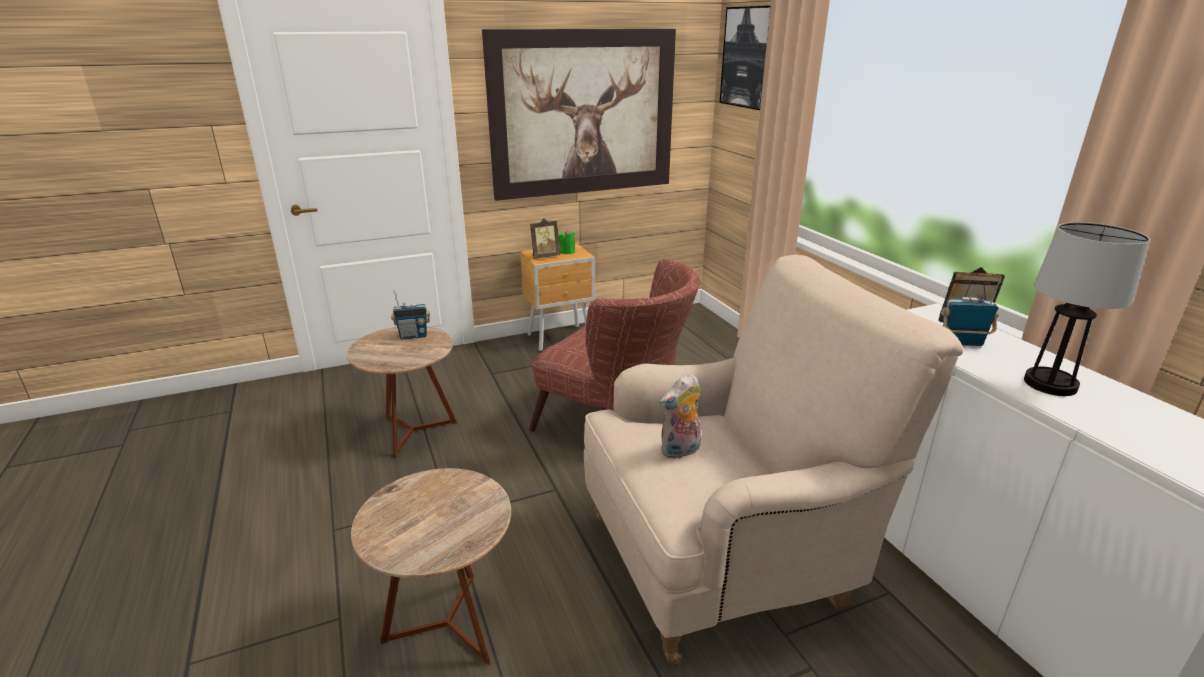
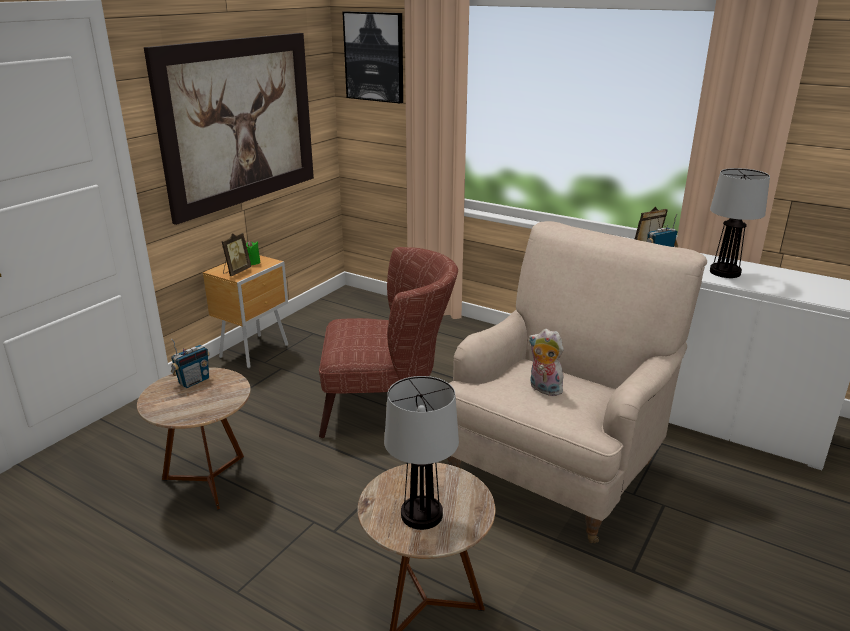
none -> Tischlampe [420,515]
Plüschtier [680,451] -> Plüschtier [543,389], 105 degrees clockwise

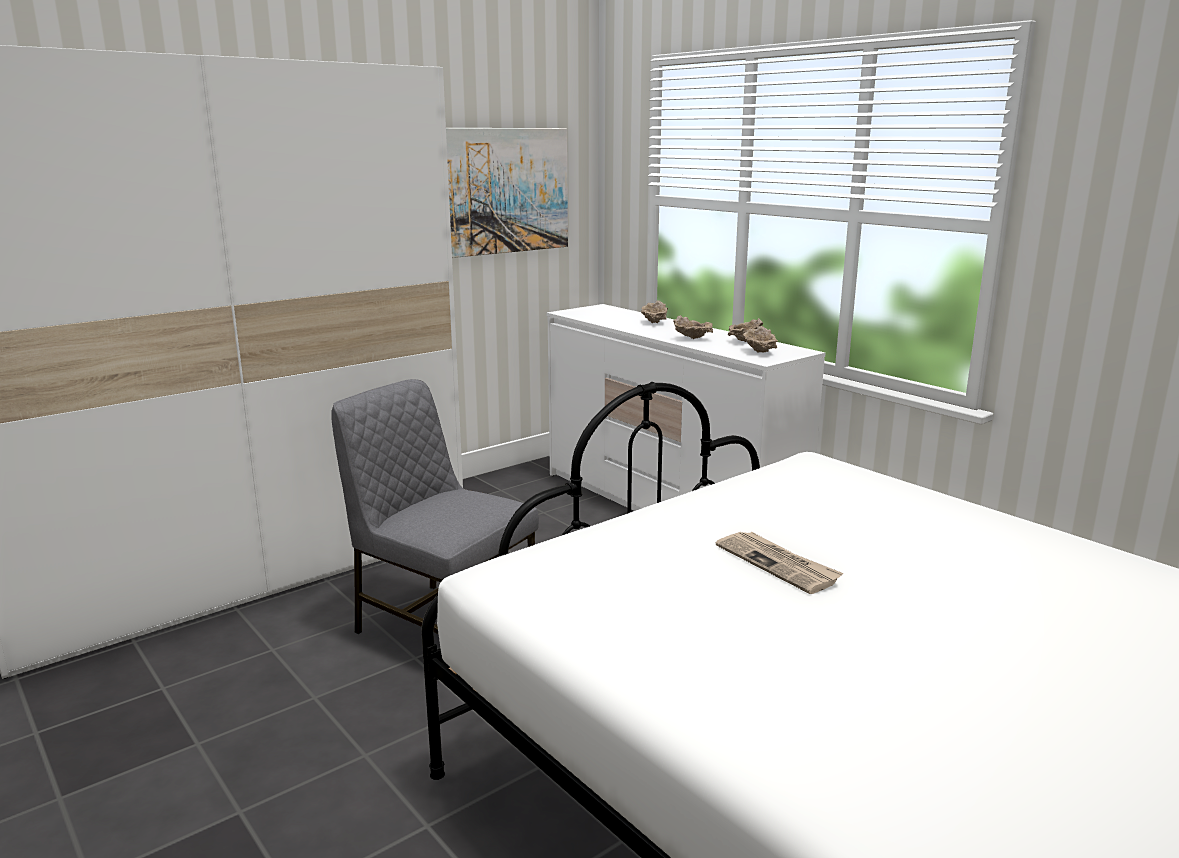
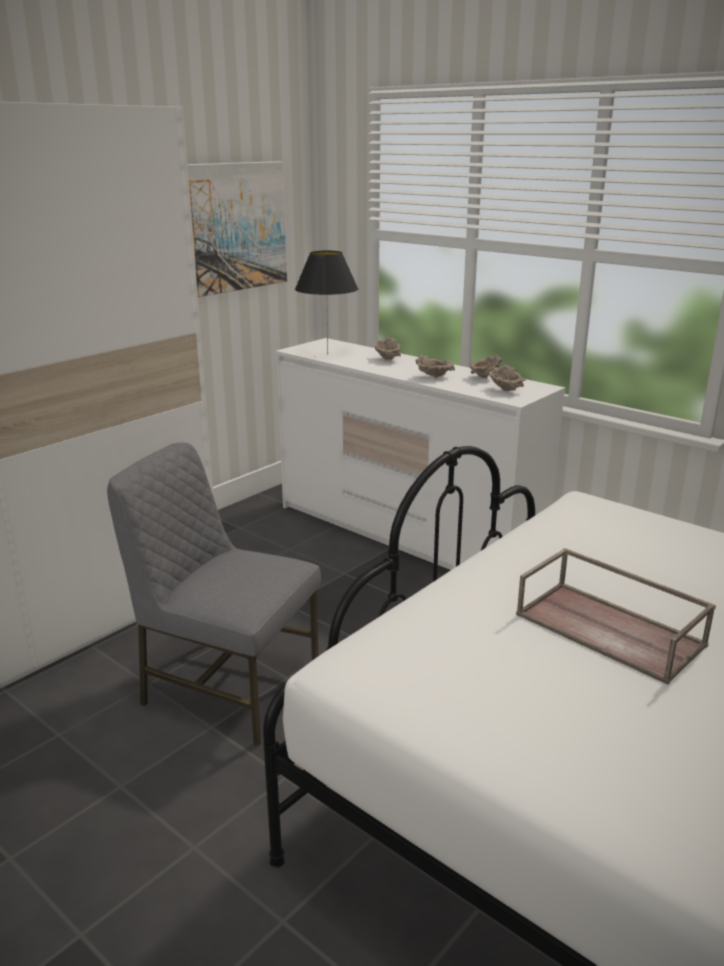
none -> Tischlampe [schwarz] [327,354]
Zeitung [778,564] -> Tablett [braun] [611,630]

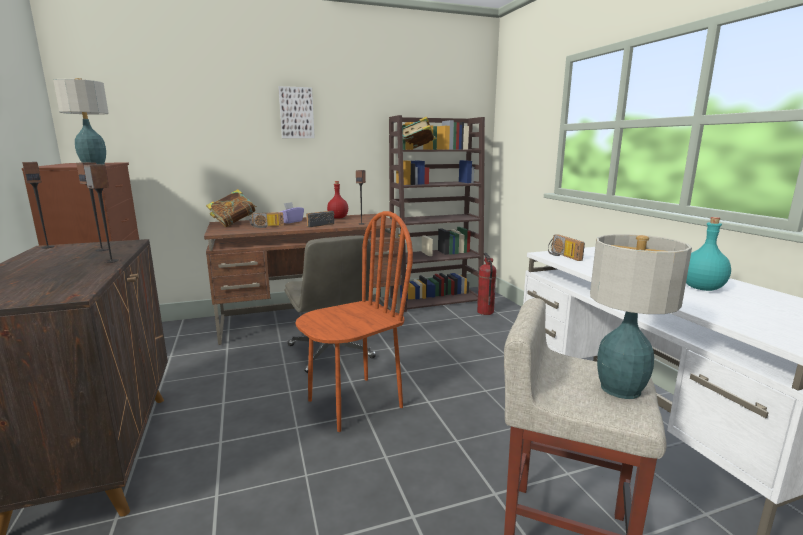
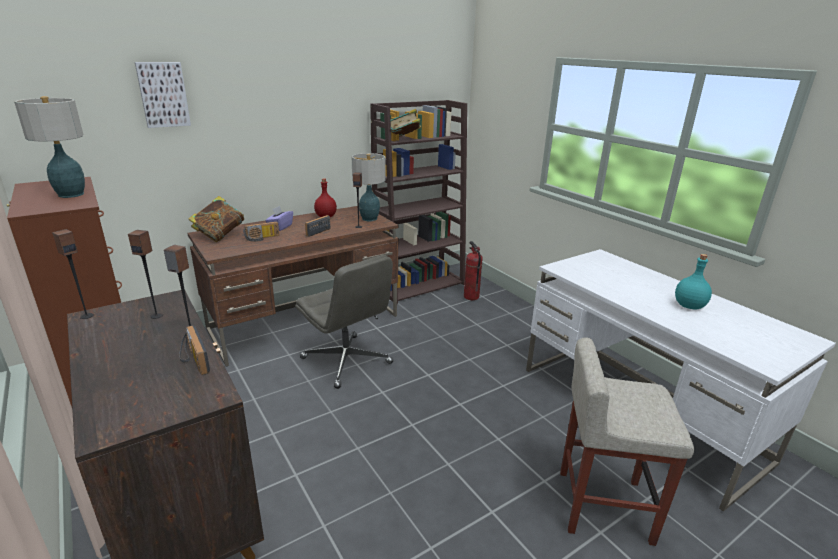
Bild [296,113] -> Bild [163,94], relocated
Radio [562,256] -> Radio [193,360], relocated
Tischlampe [619,388] -> Tischlampe [369,218], relocated
Stuhl [braun] [354,403] -> none

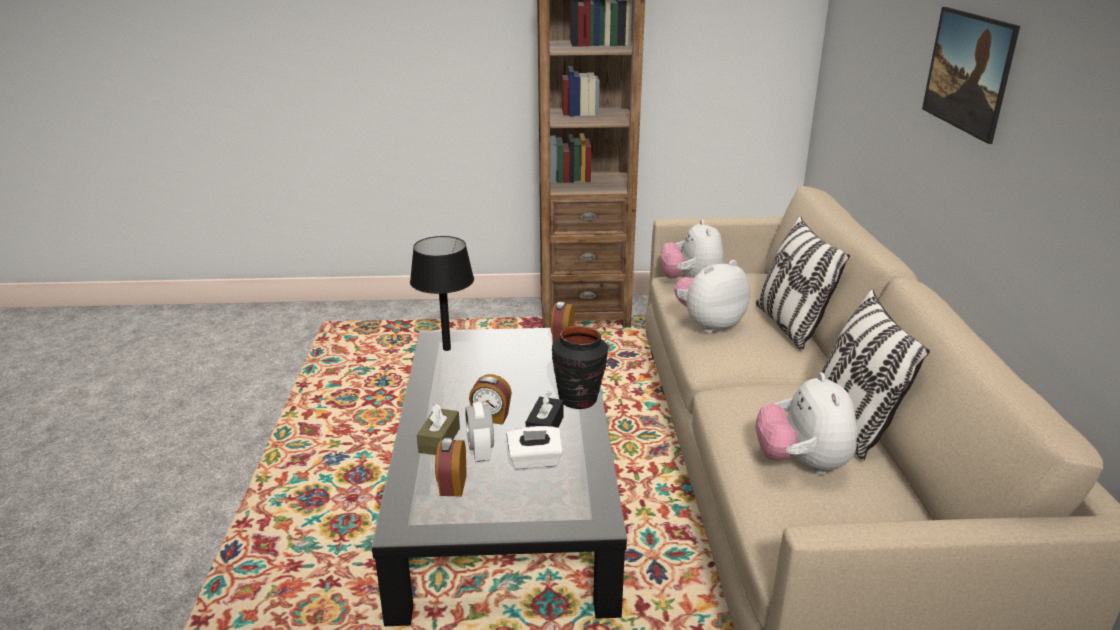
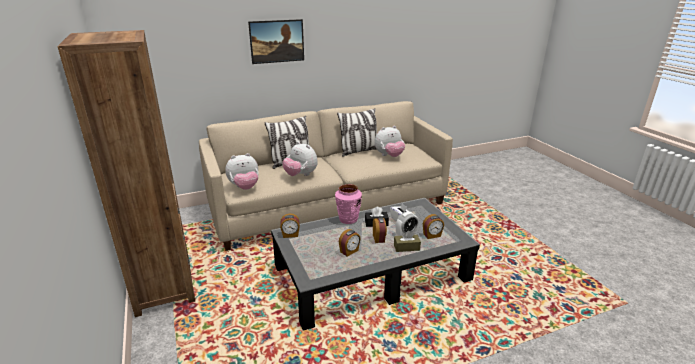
Vase [schwarz] [578,399] -> Vase [rosa] [348,219]
none -> Wecker [349,251]
Tischlampe [schwarz] [446,349] -> none

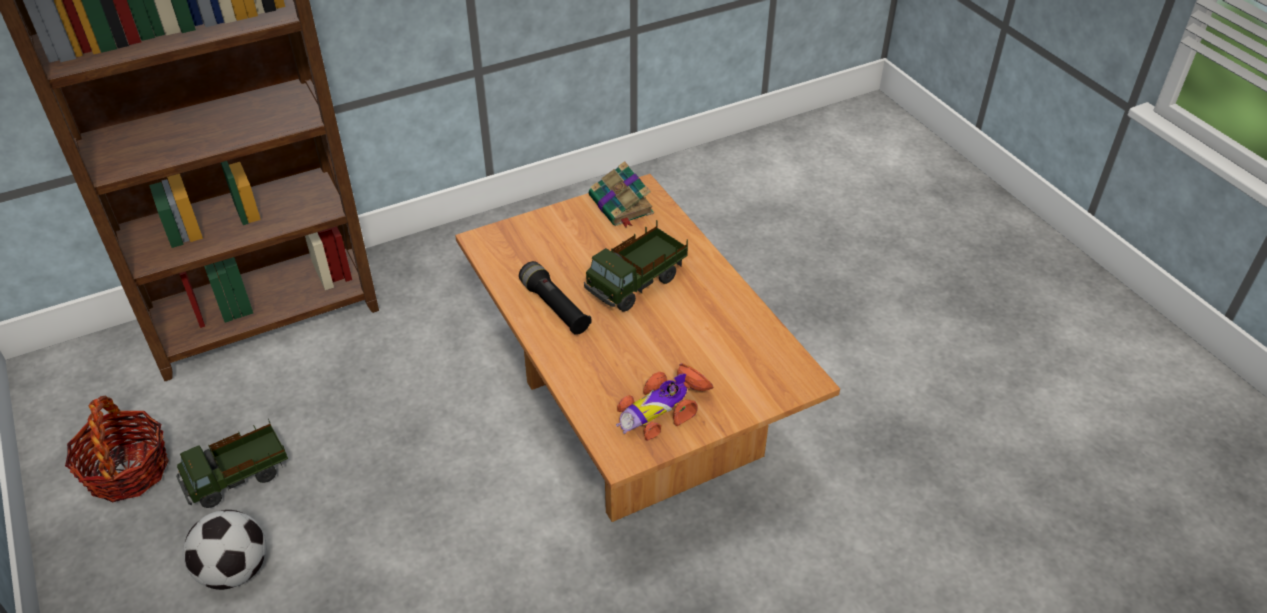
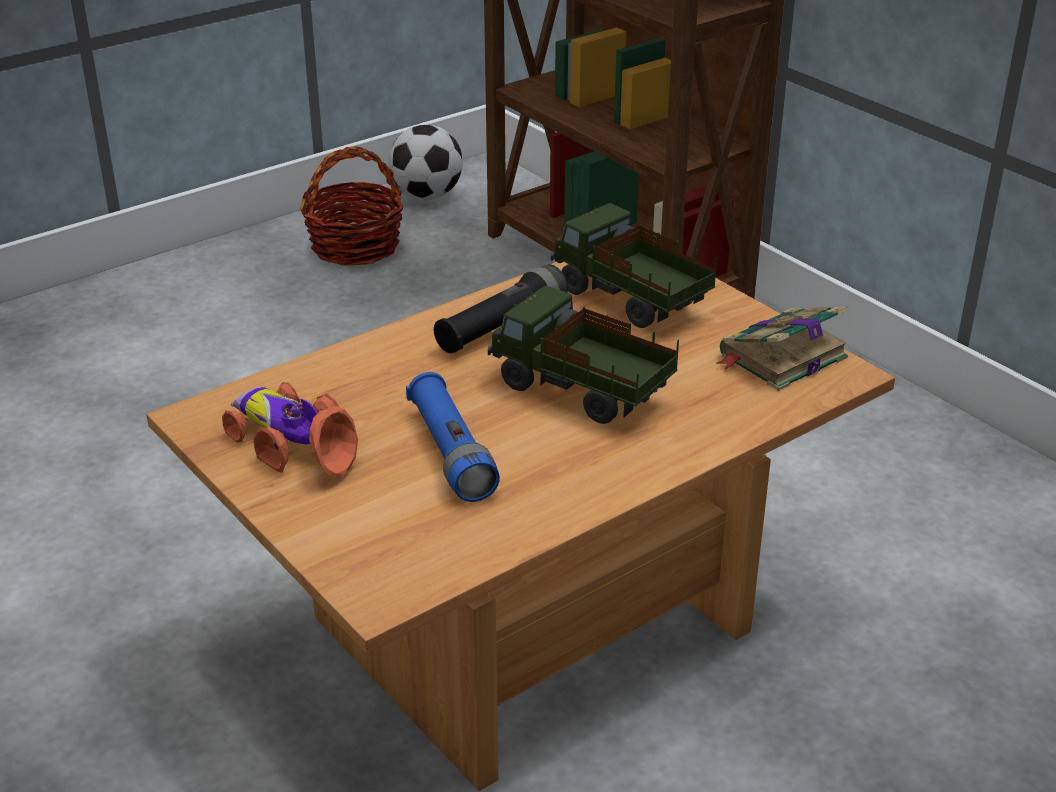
Fußball [234,570] -> Fußball [427,195], relocated
none -> Taschenlampe [blau] [451,453]
Spielzeuglaster [239,479] -> Spielzeuglaster [629,301], relocated

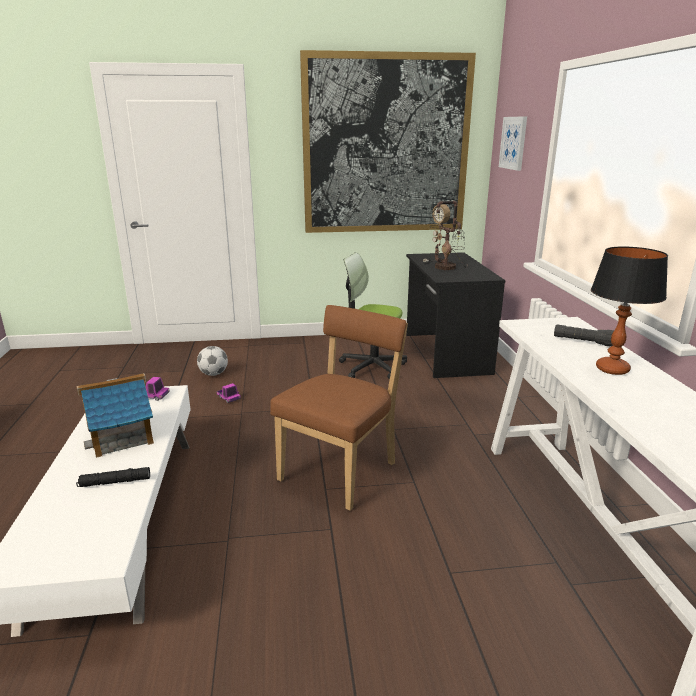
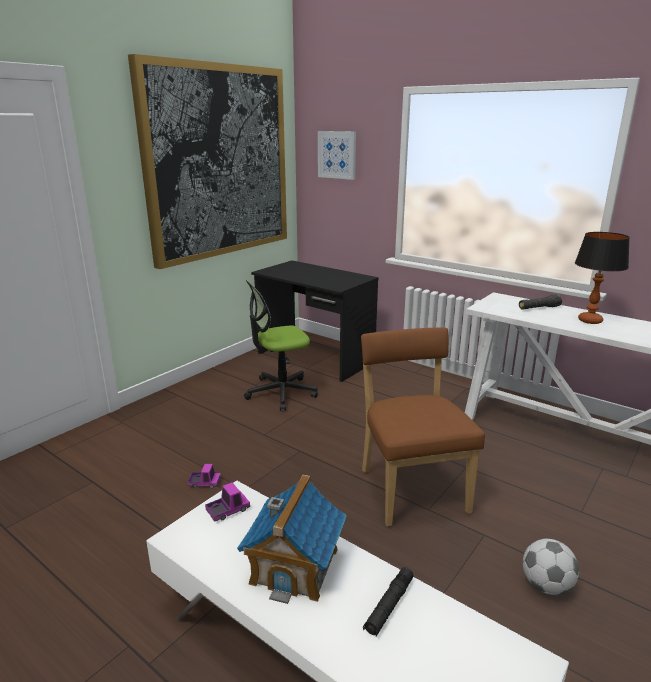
Fußball [213,374] -> Fußball [546,586], relocated
Tischlampe [445,268] -> none

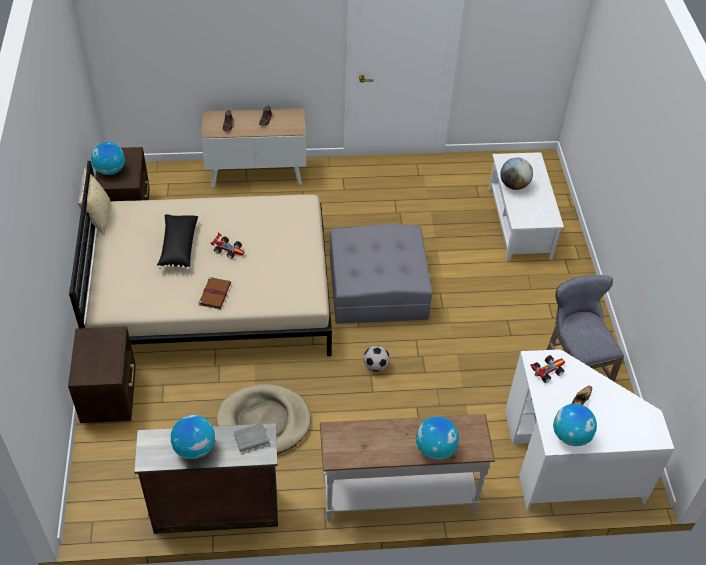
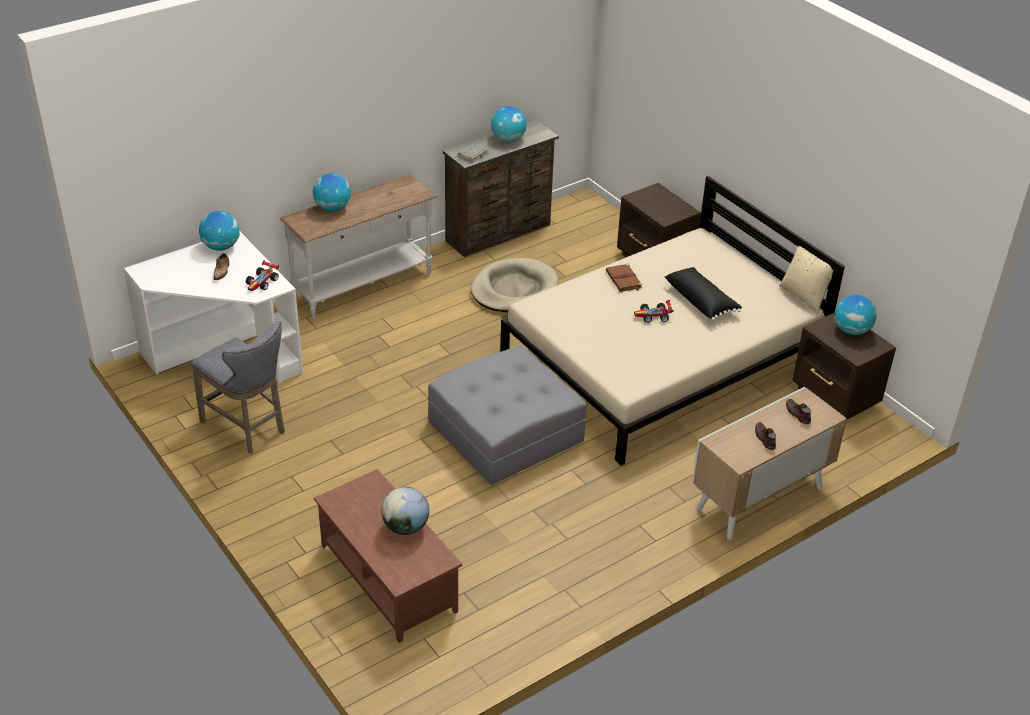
Couchtisch [weiß] [520,223] -> Couchtisch [braun] [387,578]
Fußball [376,366] -> none

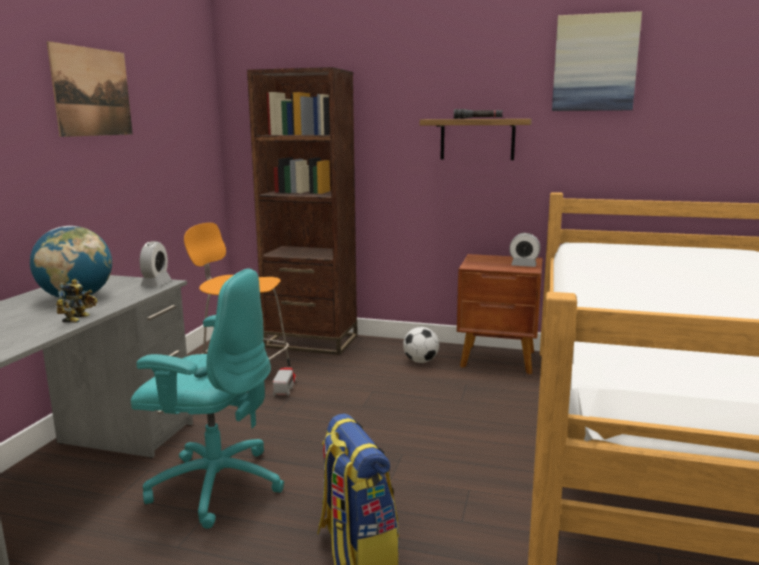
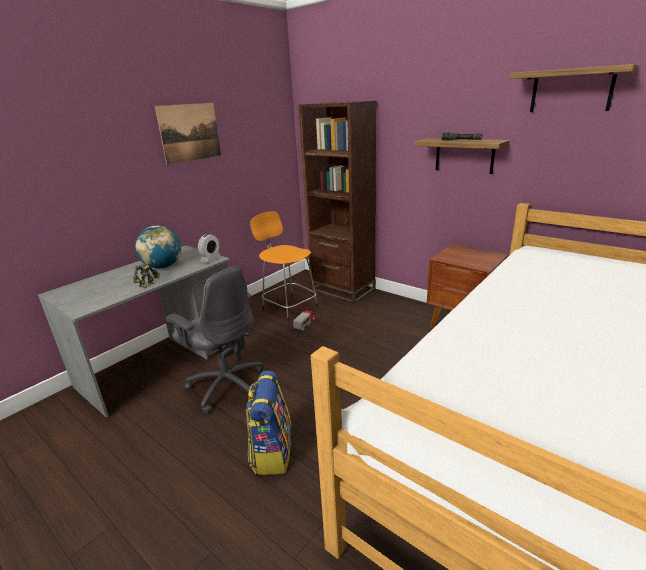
Bürostuhl [türkis] [215,484] -> Bürostuhl [grau] [226,385]
Bild [594,63] -> Wandregal [571,90]
Fußball [420,361] -> none
Wecker [523,265] -> none

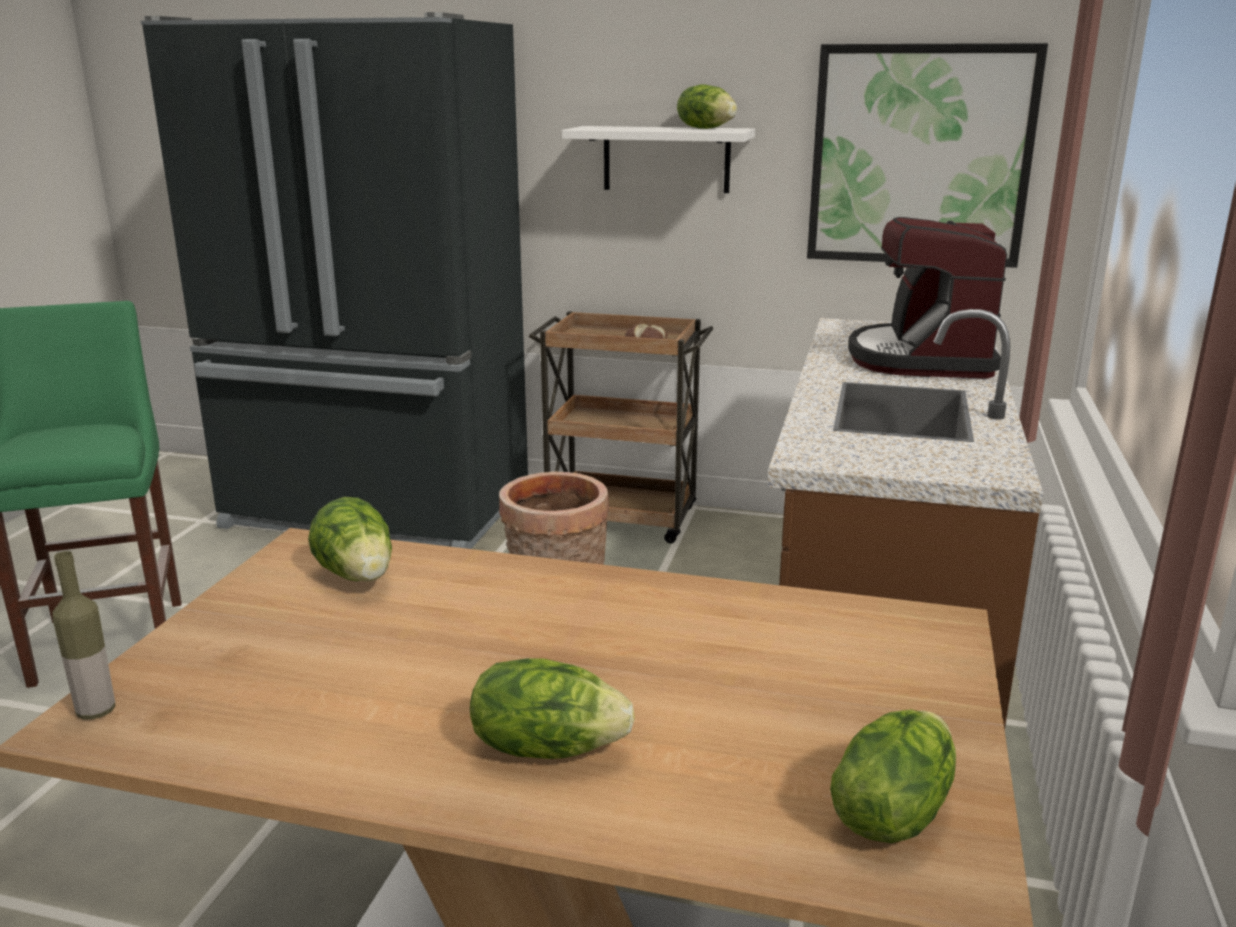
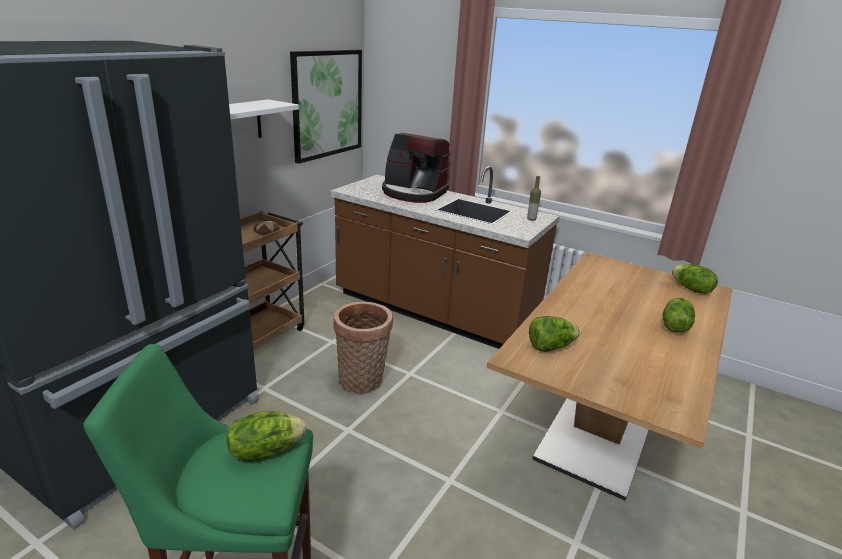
Salatkopf [706,128] -> Salatkopf [265,451], relocated
Flasche [96,711] -> Flasche [531,219], relocated

